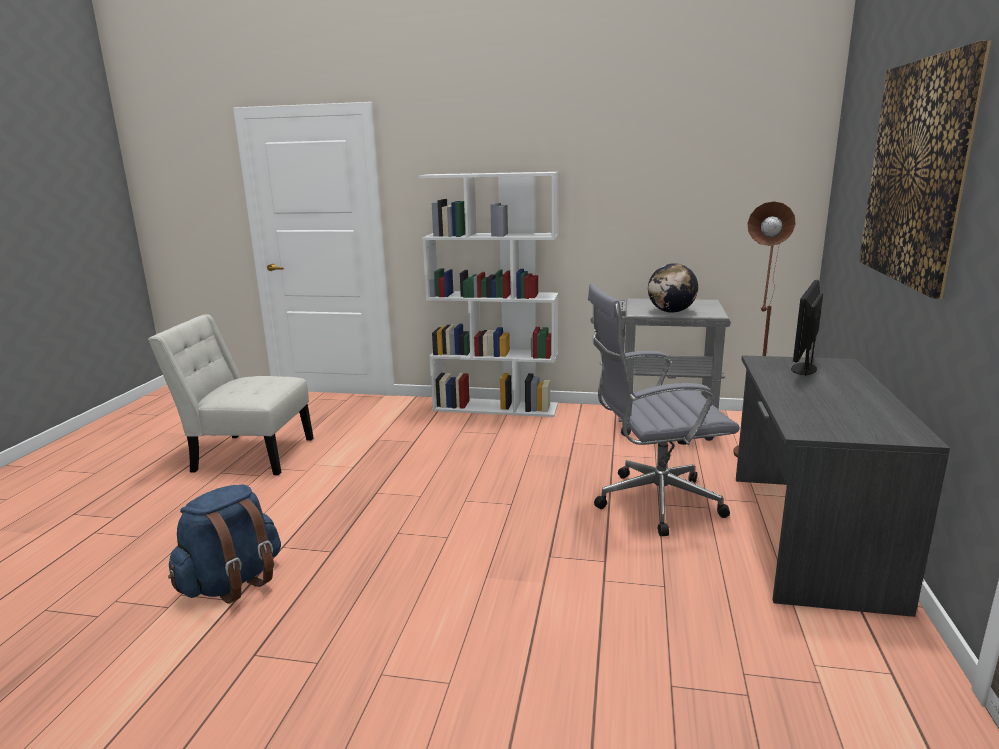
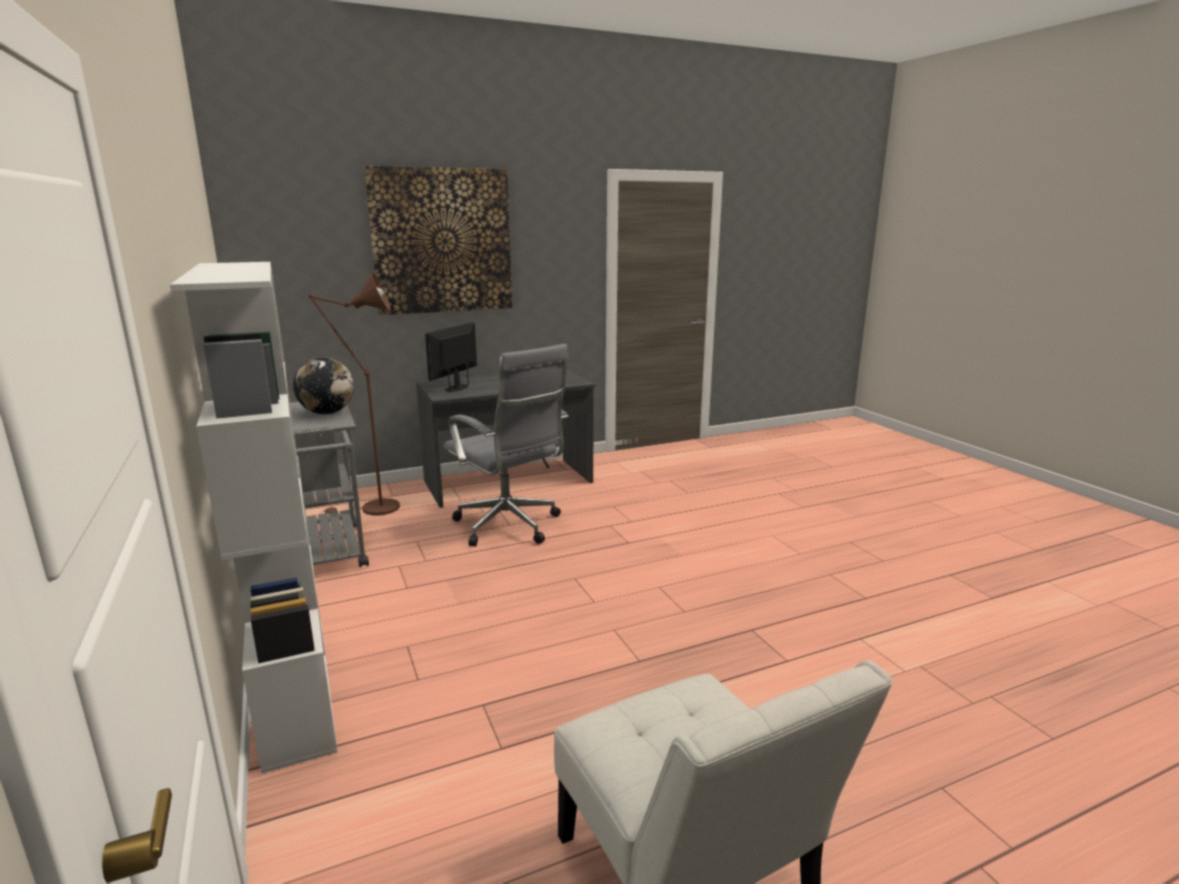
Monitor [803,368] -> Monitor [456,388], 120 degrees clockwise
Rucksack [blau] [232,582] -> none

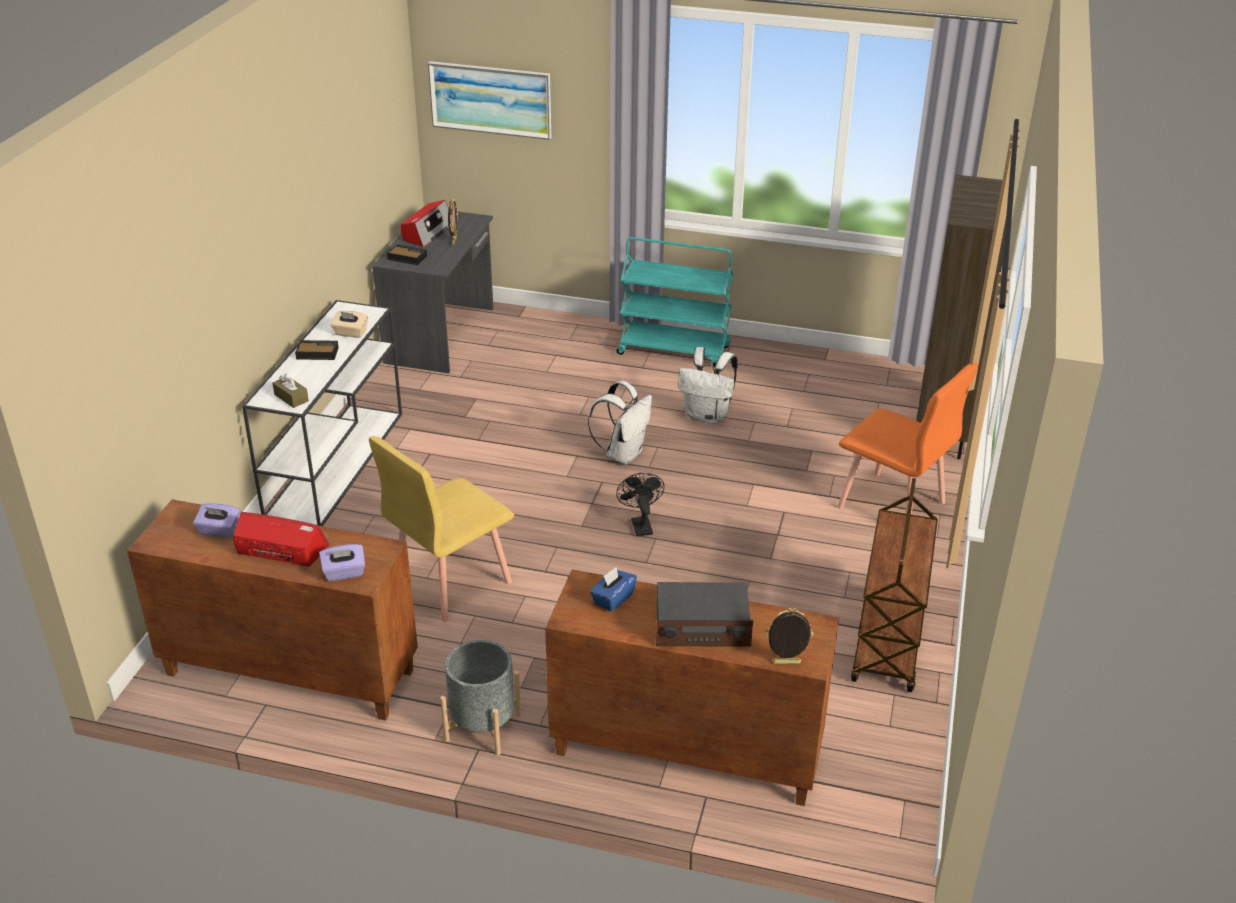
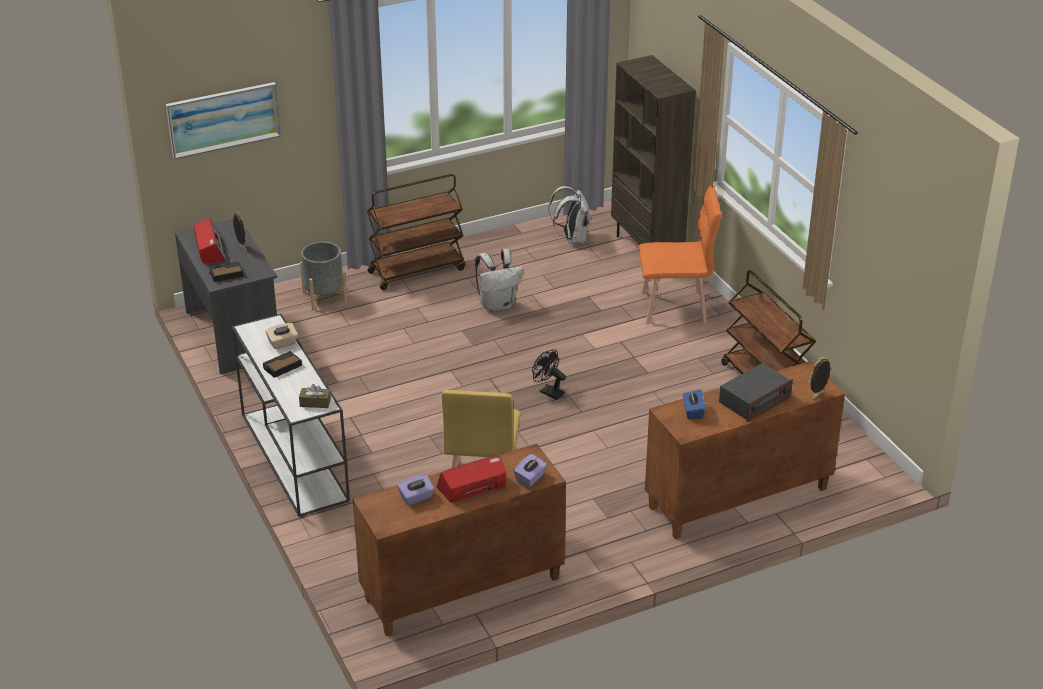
Pflanzkübel [grau] [483,727] -> Pflanzkübel [grau] [324,297], relocated
Rollwagen [türkis] [675,350] -> Rollwagen [braun] [417,270]
Rucksack [weiß] [623,454] -> Rucksack [weiß] [572,239], relocated

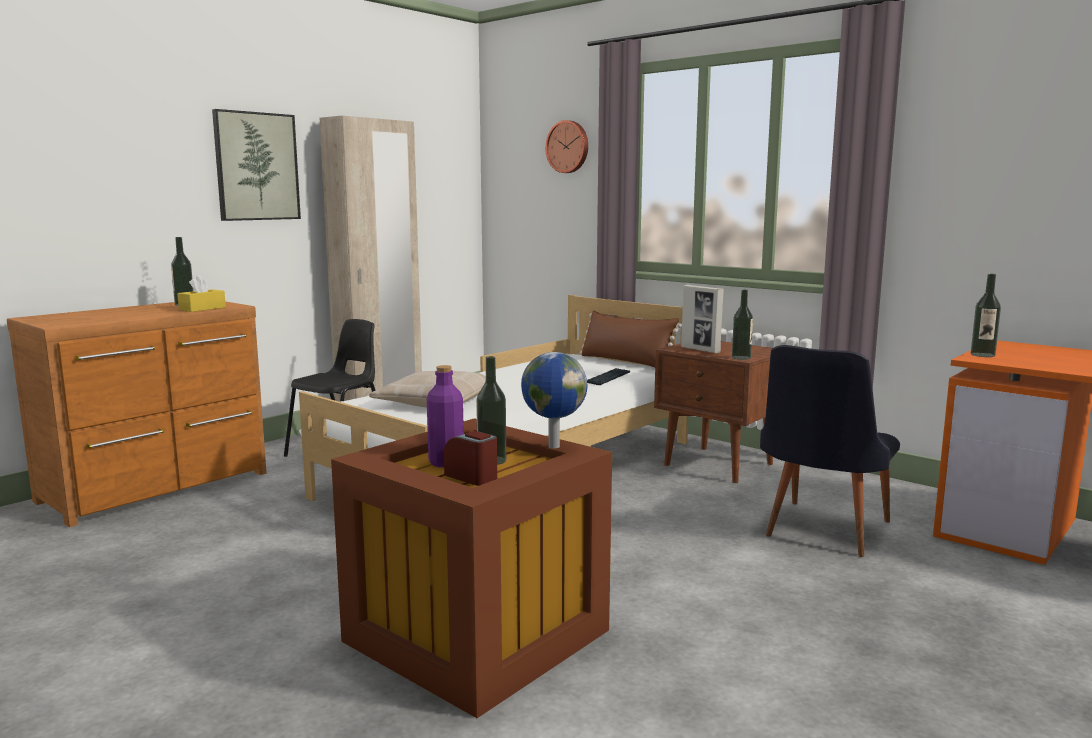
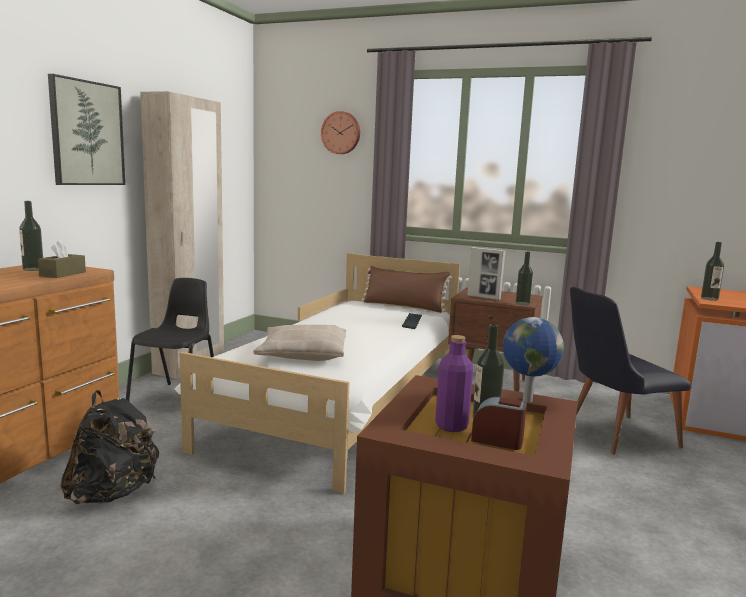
Taschentuchbox [gelb] [202,309] -> Taschentuchbox [braun] [63,274]
none -> Rucksack [schwarz] [113,493]
Stuhl [schwarz] [821,532] -> Stuhl [schwarz] [612,435], 60 degrees clockwise

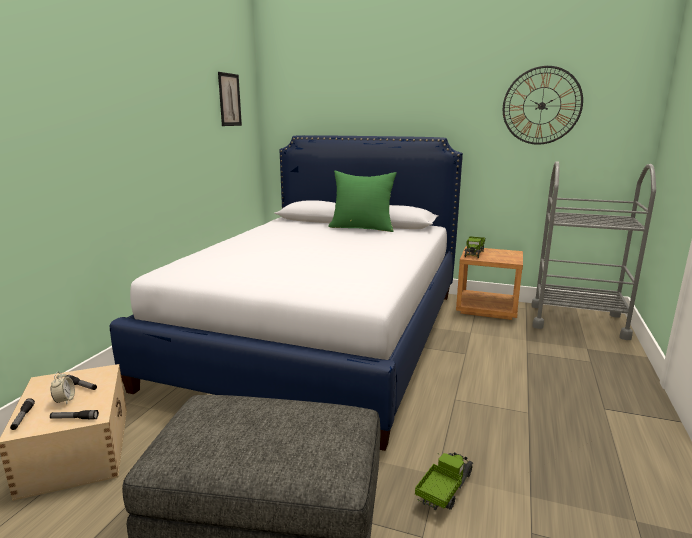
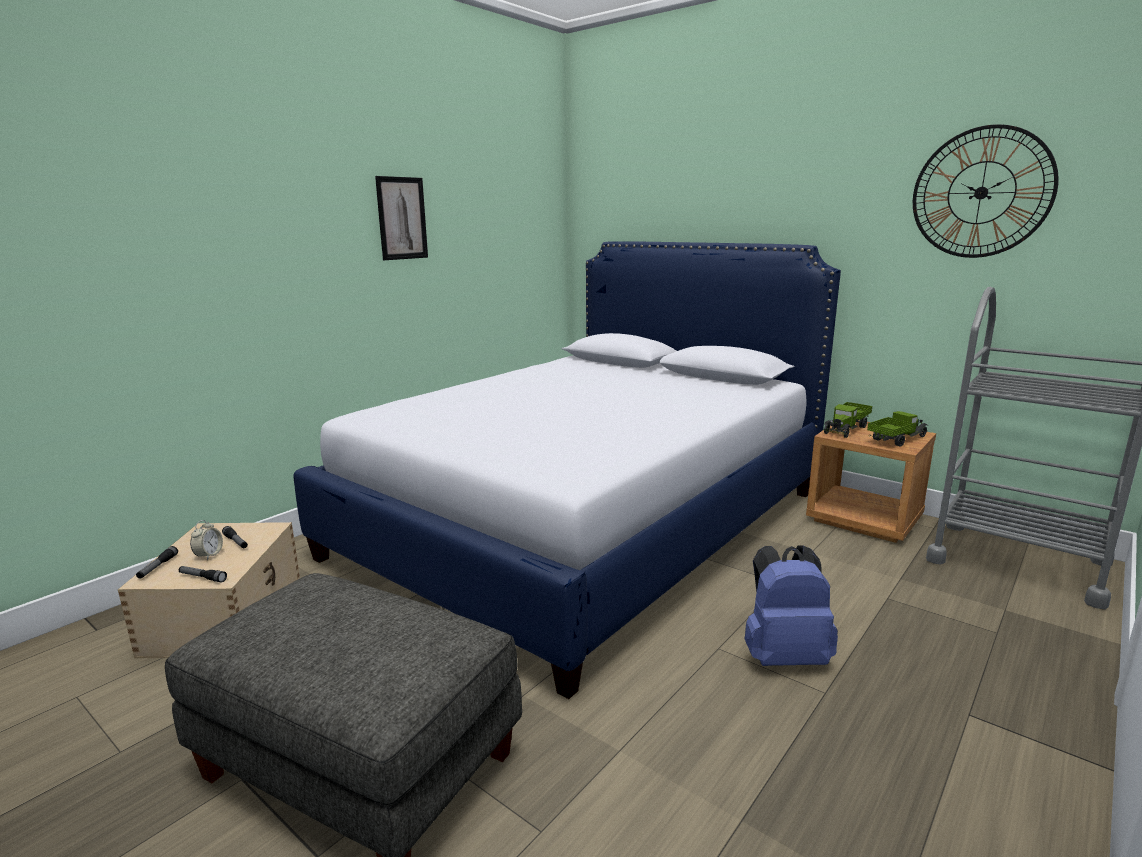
Bild [229,100] -> Bild [402,218], relocated
none -> Rucksack [blau] [784,656]
Spielzeuglaster [444,489] -> Spielzeuglaster [896,439], relocated
Kissen [grün] [362,228] -> none

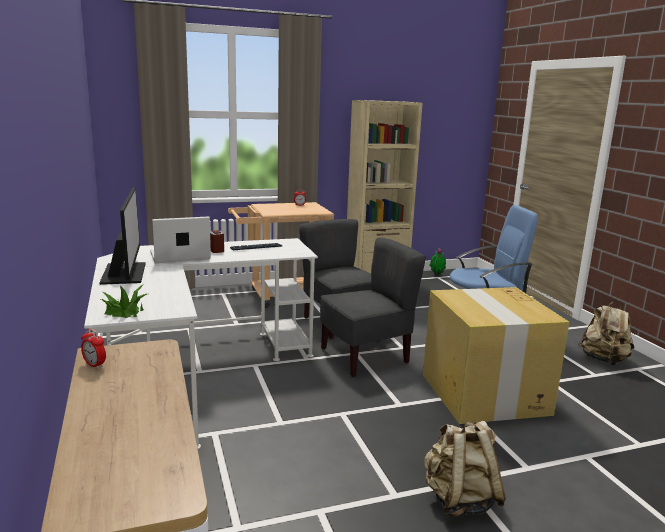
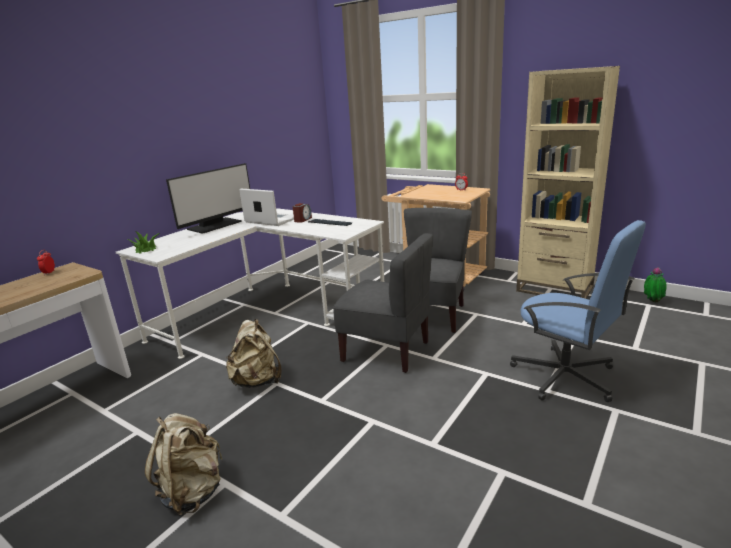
Rucksack [beige] [604,360] -> Rucksack [beige] [257,381], relocated
Karton [485,394] -> none

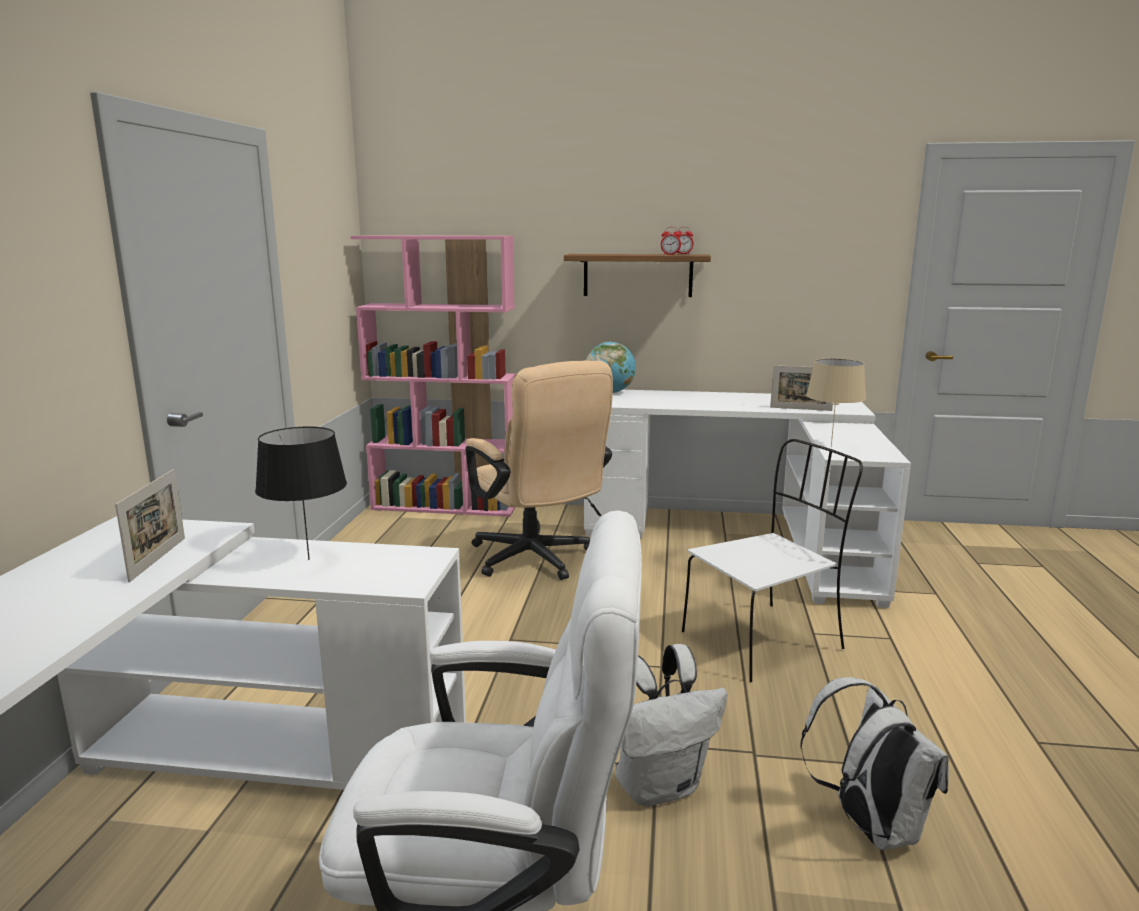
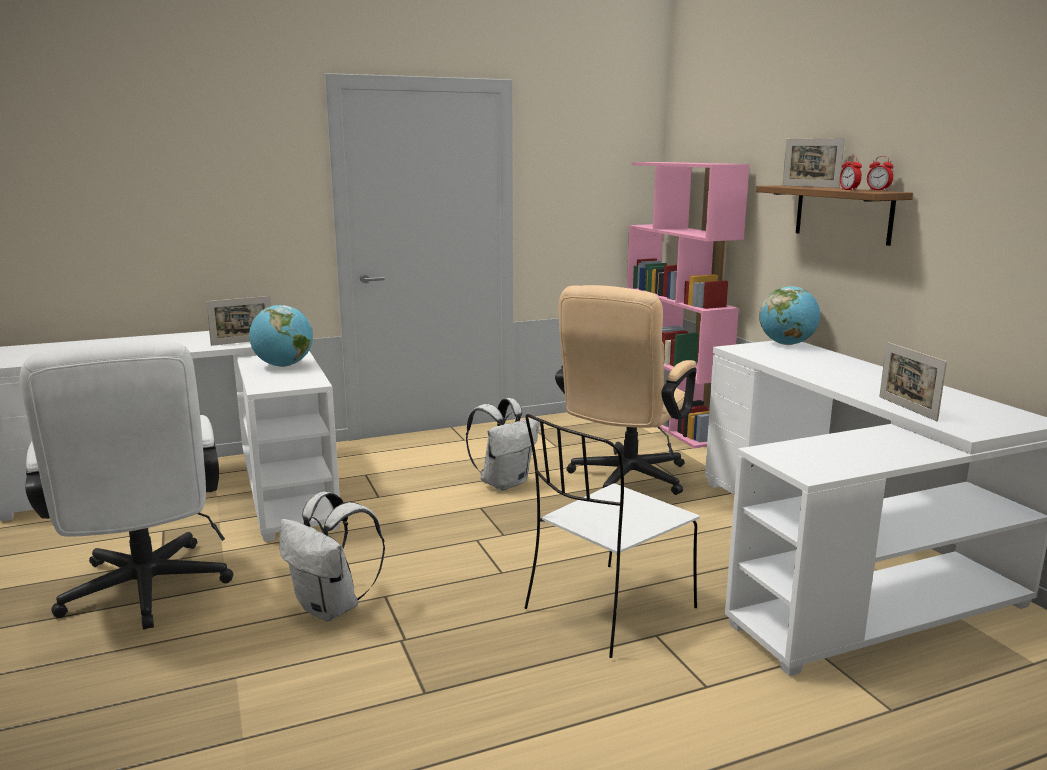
Tischlampe [schwarz] [309,560] -> Globus [283,366]
Rucksack [weiß] [869,826] -> Rucksack [weiß] [504,483], relocated
Stuhl [weiß] [764,640] -> Stuhl [weiß] [607,610], 105 degrees clockwise
none -> Bilderrahmen [810,186]
Tischlampe [beige] [830,447] -> none

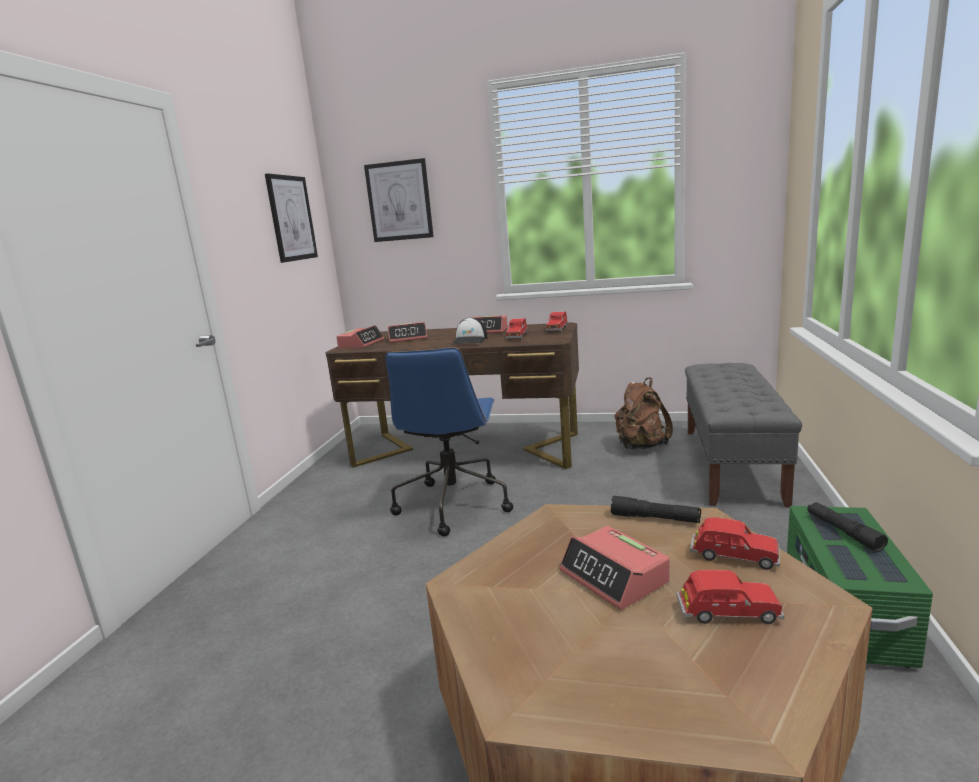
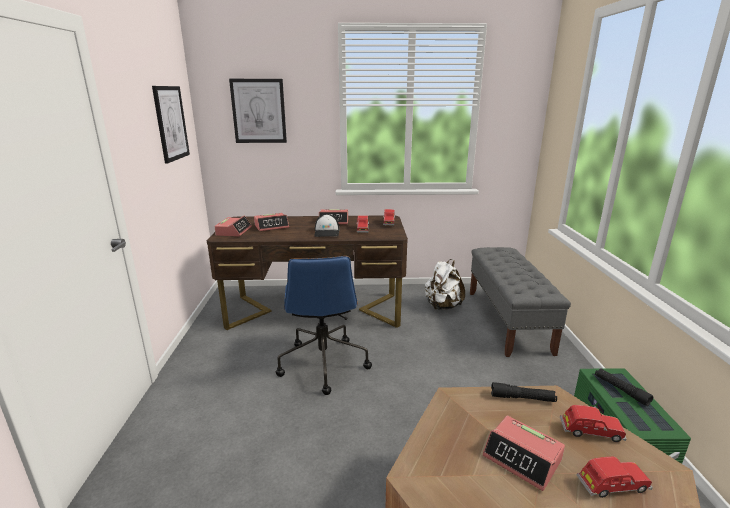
Rucksack [braun] [641,447] -> Rucksack [weiß] [442,306]

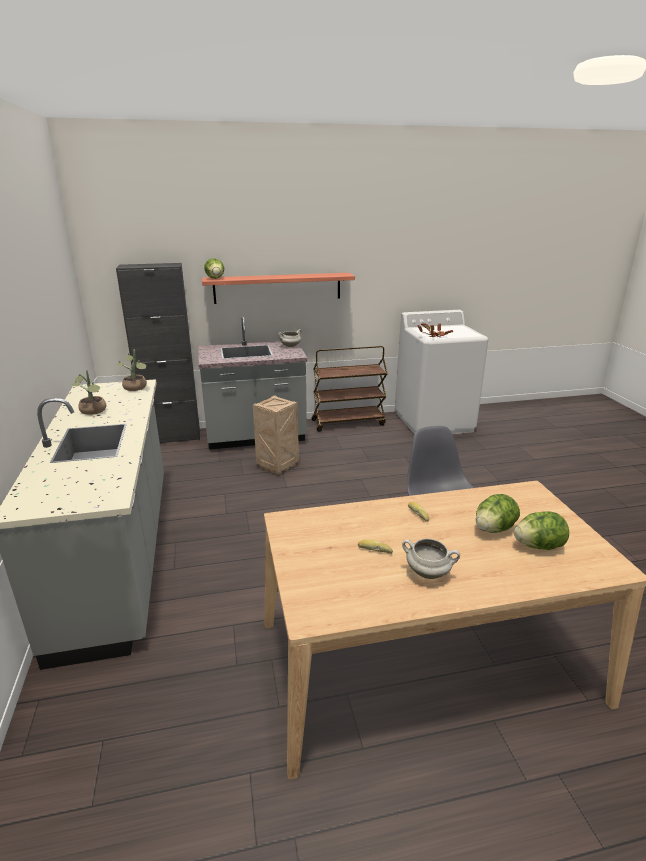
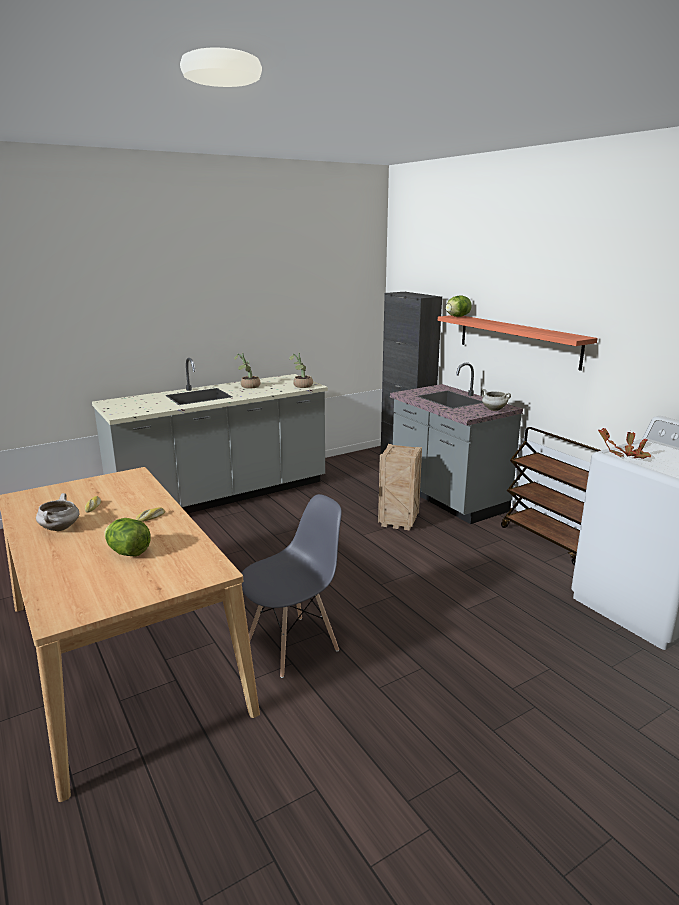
Salatkopf [538,546] -> none

